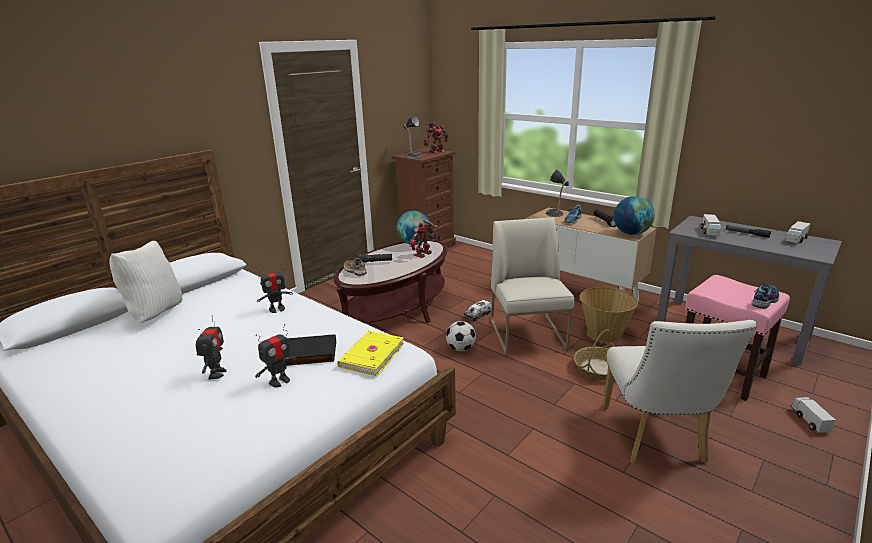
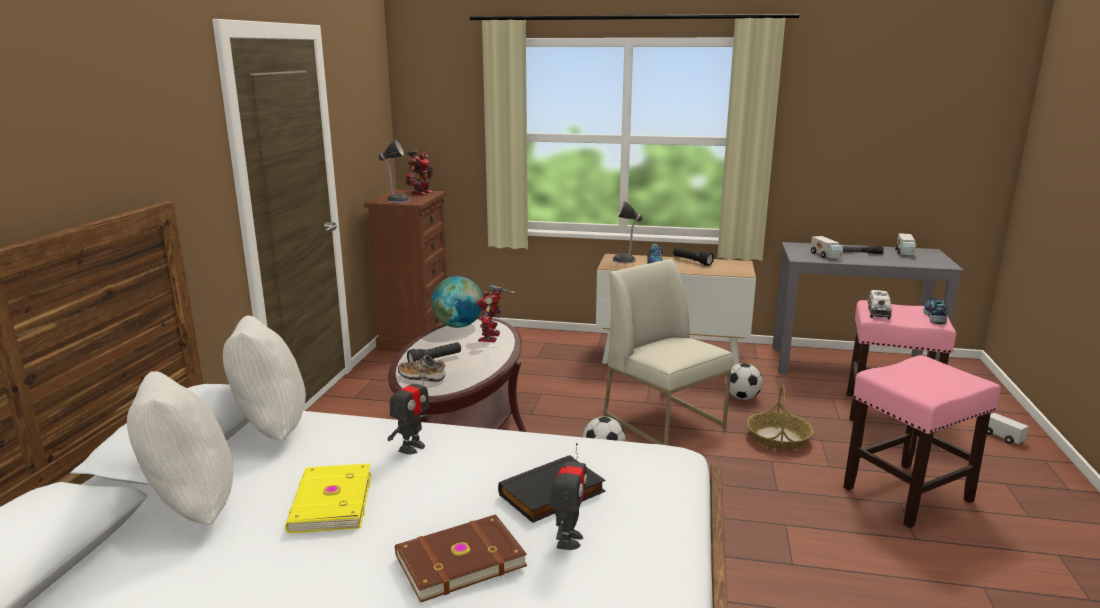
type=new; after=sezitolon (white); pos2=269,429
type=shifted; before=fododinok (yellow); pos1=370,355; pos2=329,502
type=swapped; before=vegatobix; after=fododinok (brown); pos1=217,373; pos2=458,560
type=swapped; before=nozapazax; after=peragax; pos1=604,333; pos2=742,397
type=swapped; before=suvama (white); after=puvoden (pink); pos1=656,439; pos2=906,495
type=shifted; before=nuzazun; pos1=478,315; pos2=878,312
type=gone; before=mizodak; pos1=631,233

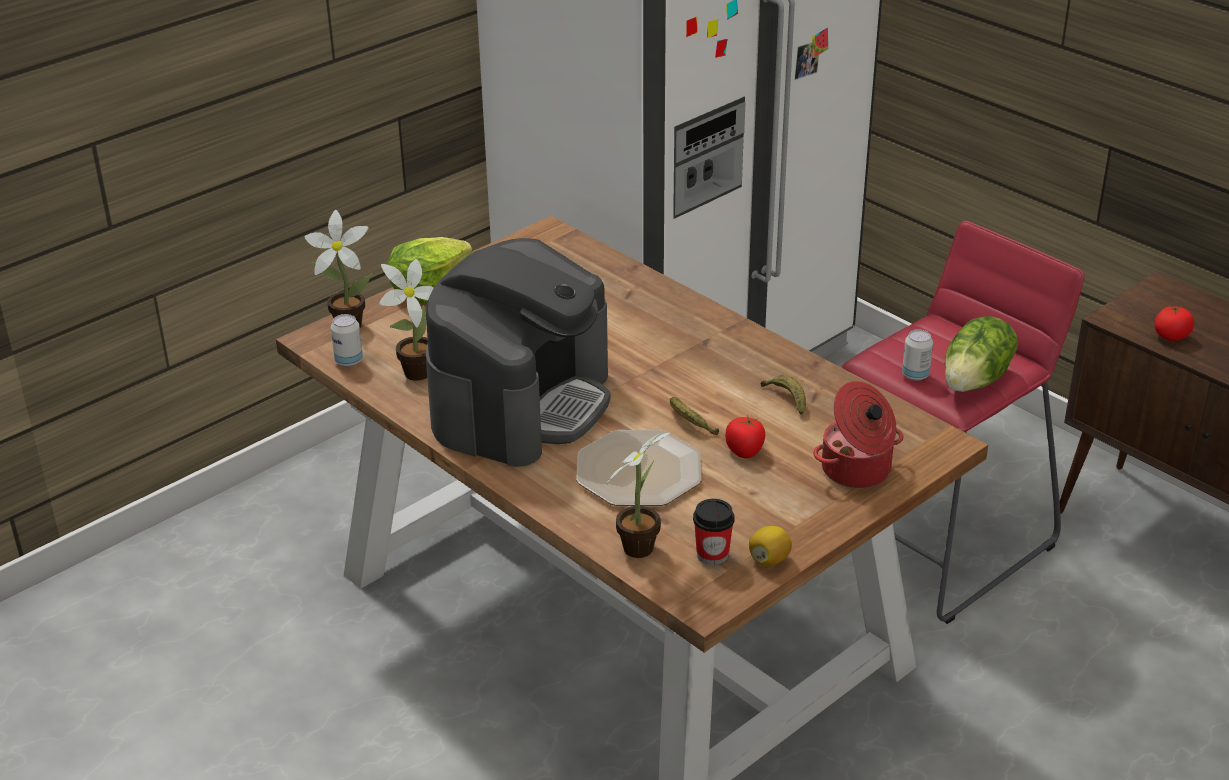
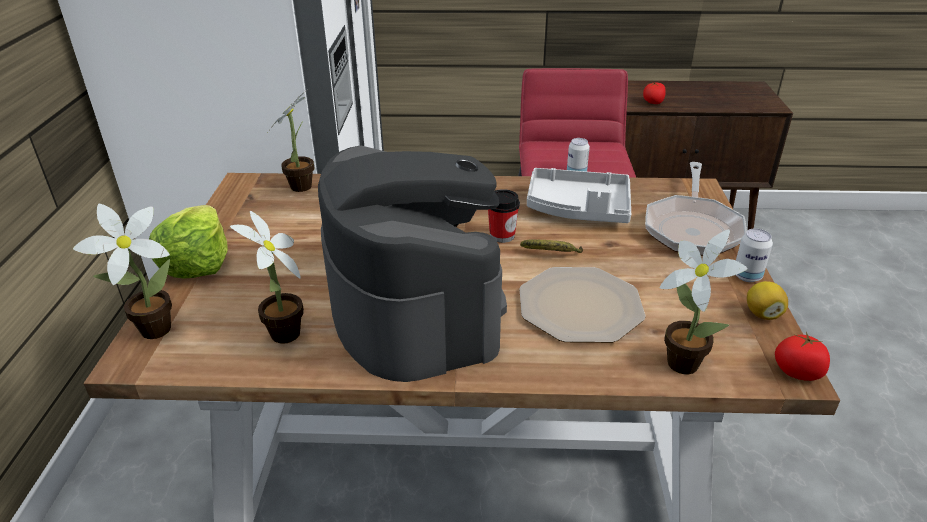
type=new; after=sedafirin; pos2=303,185
type=shifted; before=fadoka; pos1=712,555; pos2=502,236
type=swapped; before=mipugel; after=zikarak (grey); pos1=786,399; pos2=578,209
type=swapped; before=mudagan; after=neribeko; pos1=857,471; pos2=692,228
type=shifted; before=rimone; pos1=349,361; pos2=747,276
type=shifted; before=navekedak; pos1=744,451; pos2=797,372
type=gone; before=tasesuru; pos1=976,380

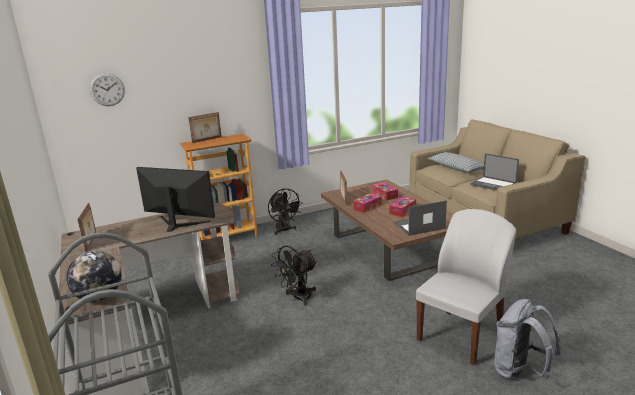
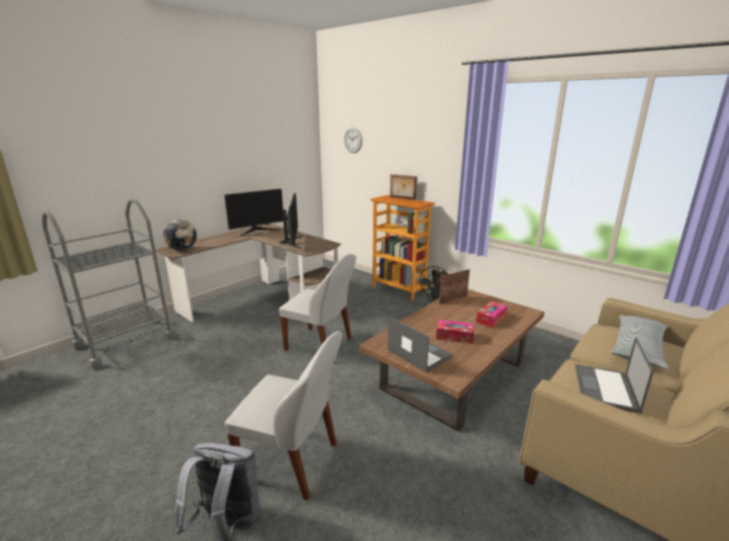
type=swapped; before=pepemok; after=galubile; pos1=91,242; pos2=256,231
type=swapped; before=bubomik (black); after=suvama (white); pos1=298,298; pos2=320,345
type=gone; before=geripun; pos1=367,207

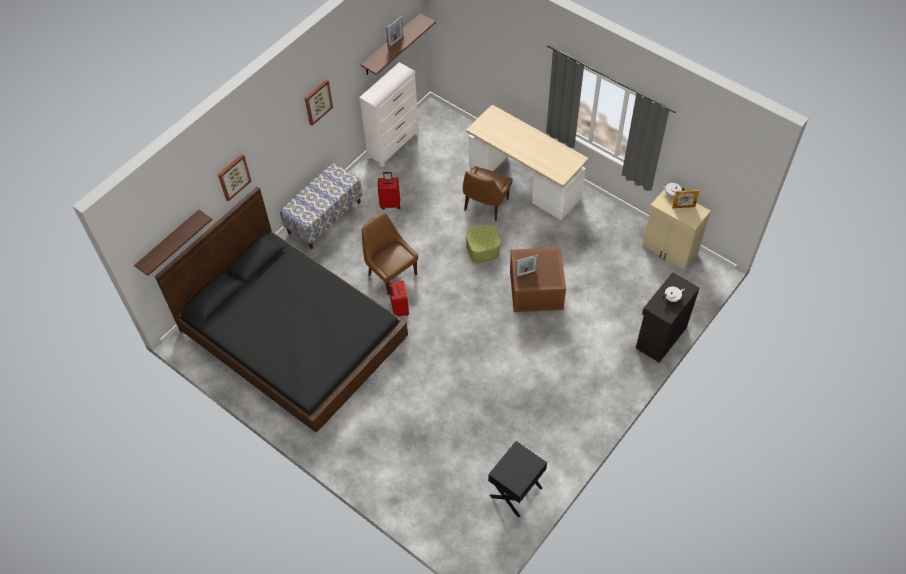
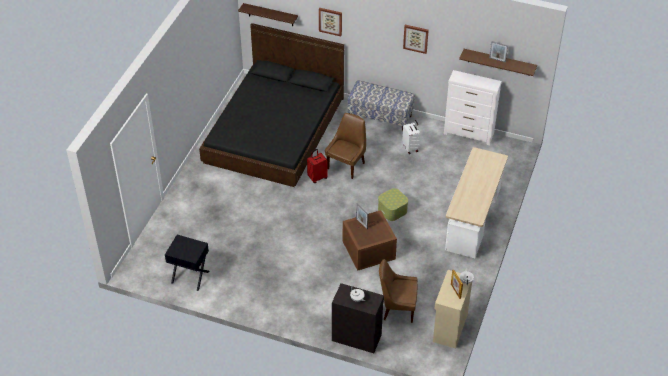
type=shifted; before=suvama (brown); pos1=485,205; pos2=397,308
type=repainted; before=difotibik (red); after=difotibik (white); pos1=390,203; pos2=410,148

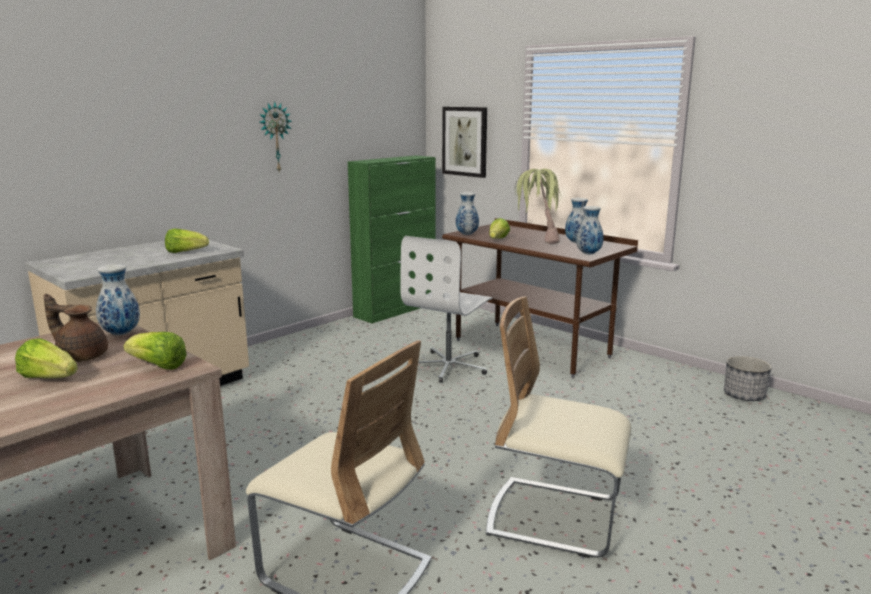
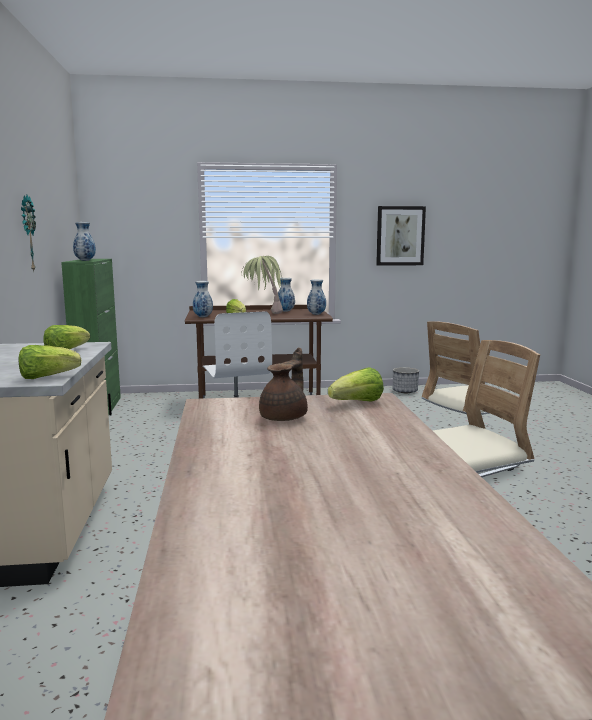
type=shifted; before=tasesuru; pos1=49,378; pos2=47,377
type=shifted; before=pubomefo; pos1=121,333; pos2=84,260
type=rotated; before=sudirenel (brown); pos1=81,356; pos2=285,417; turn=150
type=shifted; before=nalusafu; pos1=465,141; pos2=400,236

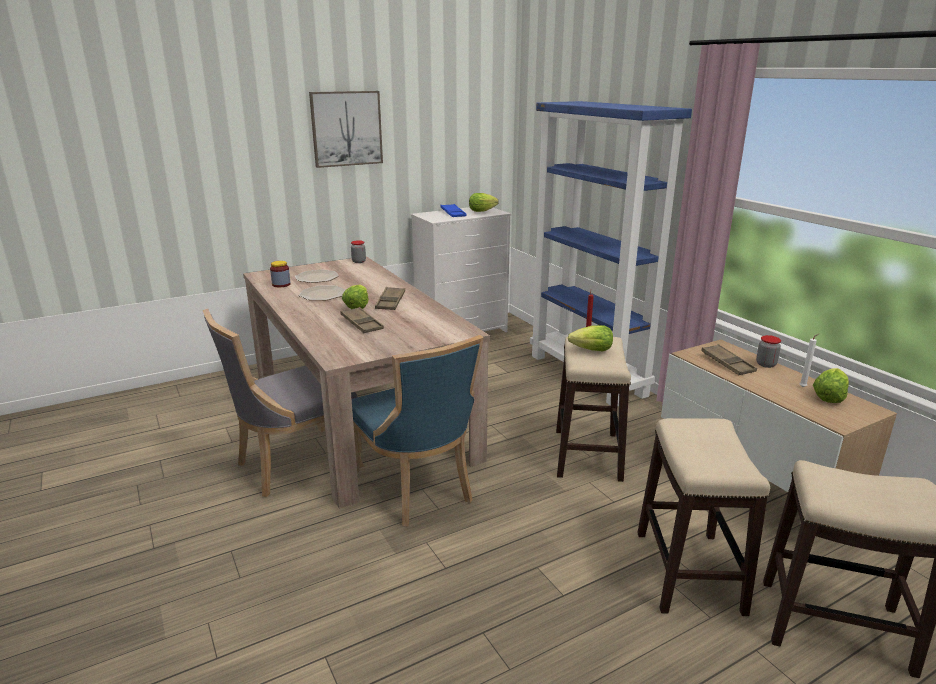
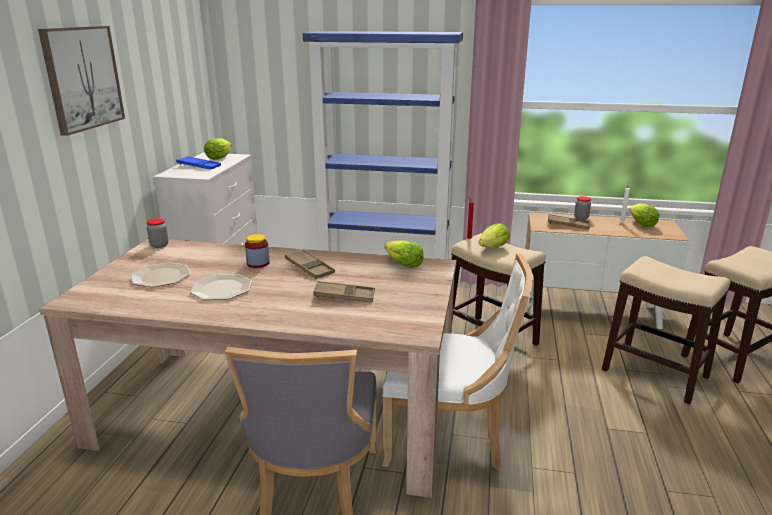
type=shifted; before=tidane; pos1=281,284; pos2=258,263
type=repainted; before=suvama (blue); after=suvama (white); pos1=416,489; pos2=449,437
type=shifted; before=tasesuru; pos1=357,306; pos2=403,264

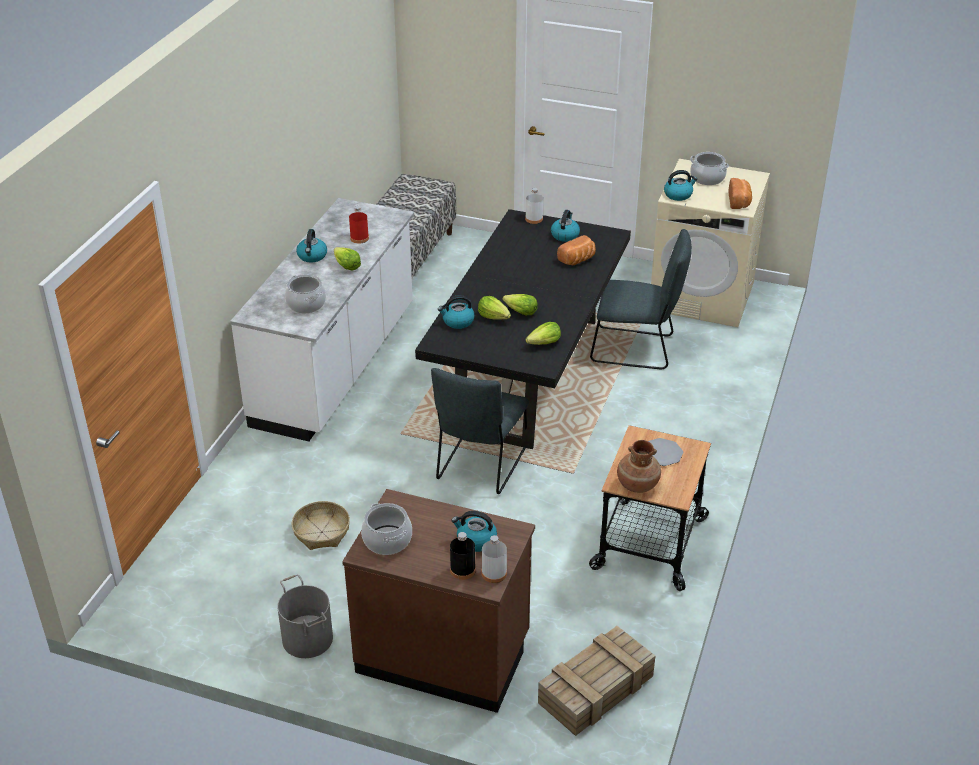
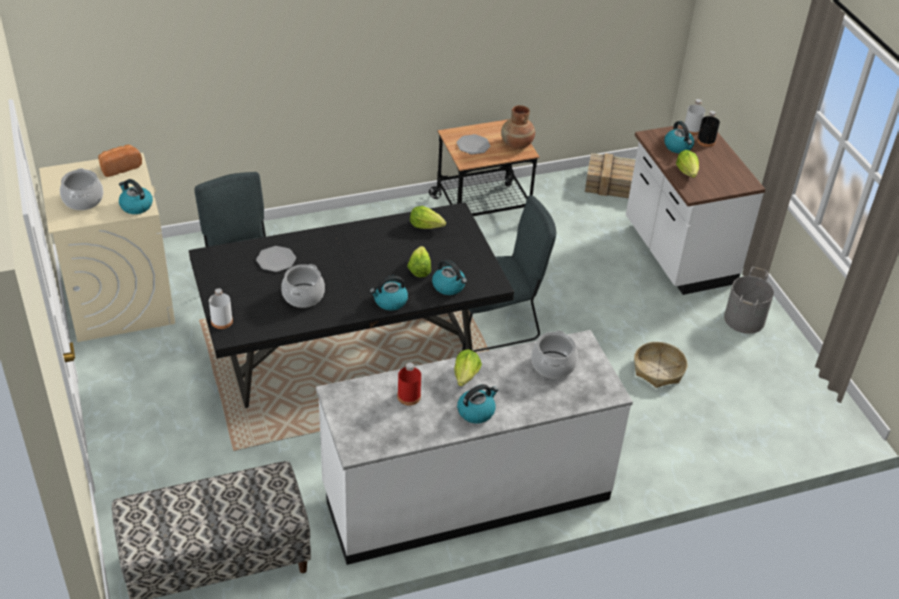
type=swapped; before=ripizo; after=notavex; pos1=578,260; pos2=276,260
type=shifted; before=mudagan; pos1=387,540; pos2=303,296
type=shifted; before=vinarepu; pos1=565,235; pos2=390,301
type=repainted; before=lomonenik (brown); after=lomonenik (white); pos1=443,654; pos2=677,254
type=shifted; before=tasesuru; pos1=520,312; pos2=687,172

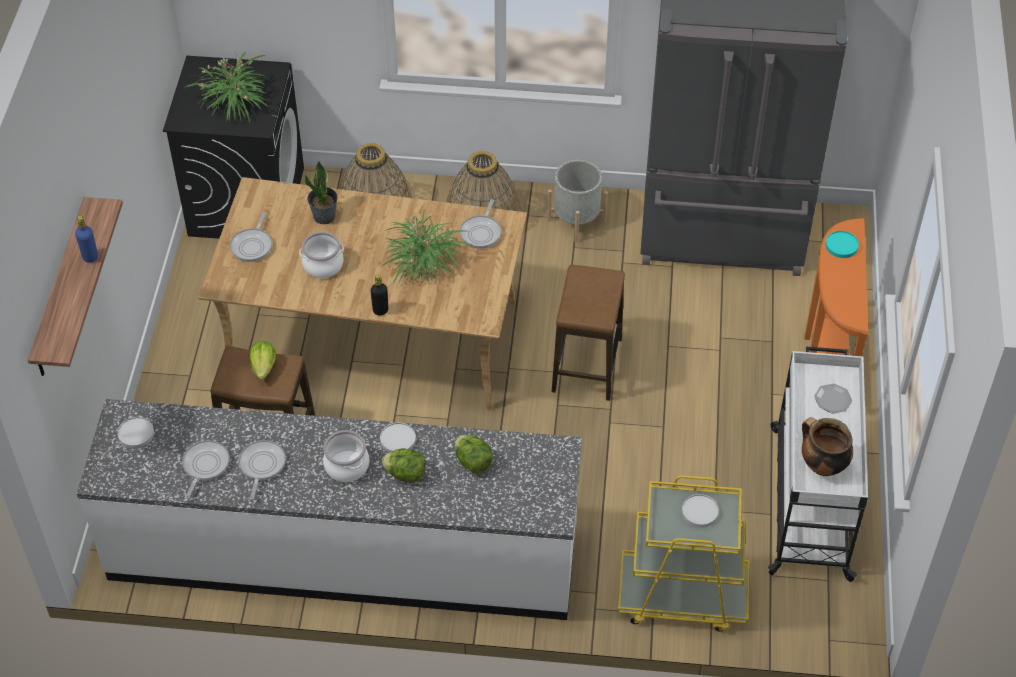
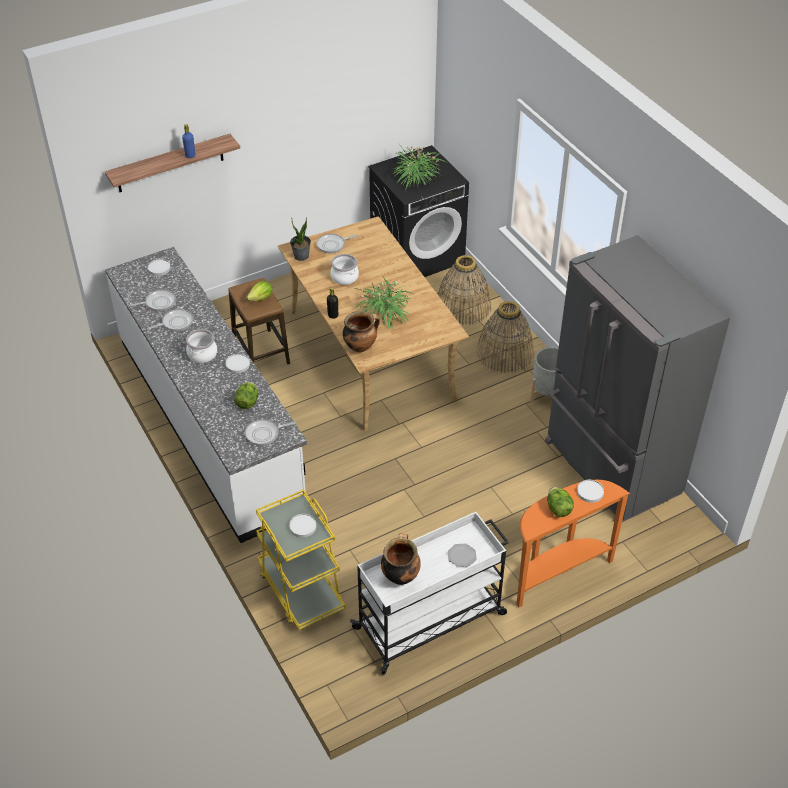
type=shifted; before=neribeko; pos1=481,232; pos2=264,434
type=shifted; before=sedafirin; pos1=324,216; pos2=301,256
type=new; after=mudagan; pos2=360,346
type=shifted; before=tasesuru; pos1=405,474; pos2=558,509
type=repainted; before=notavex (turquoise); after=notavex (white); pos1=841,246; pos2=590,492
type=gone; before=puvoden; pos1=587,365

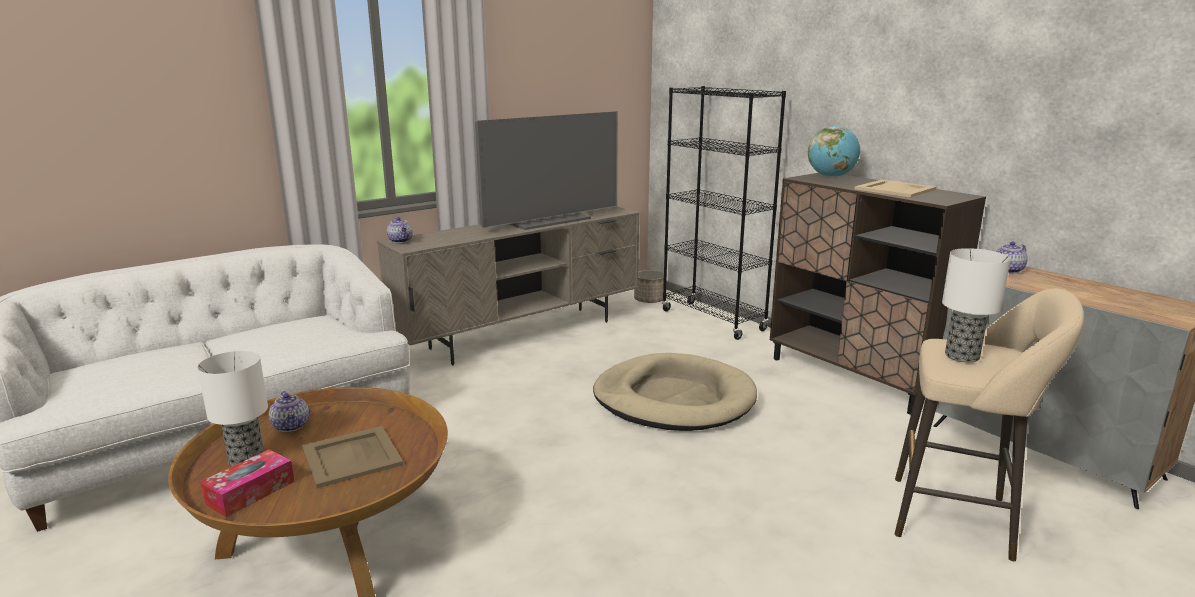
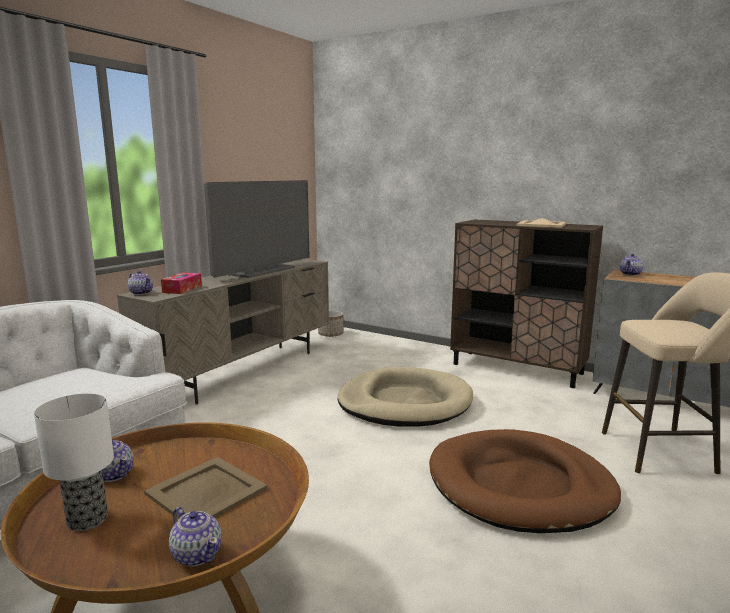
type=shifted; before=geripun; pos1=250,492; pos2=182,289
type=new; after=sudirenel; pos2=197,554
type=new; after=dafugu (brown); pos2=520,486
type=gone; before=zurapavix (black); pos1=713,320
type=gone; before=mizodak; pos1=831,177
type=gone; before=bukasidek; pos1=962,356

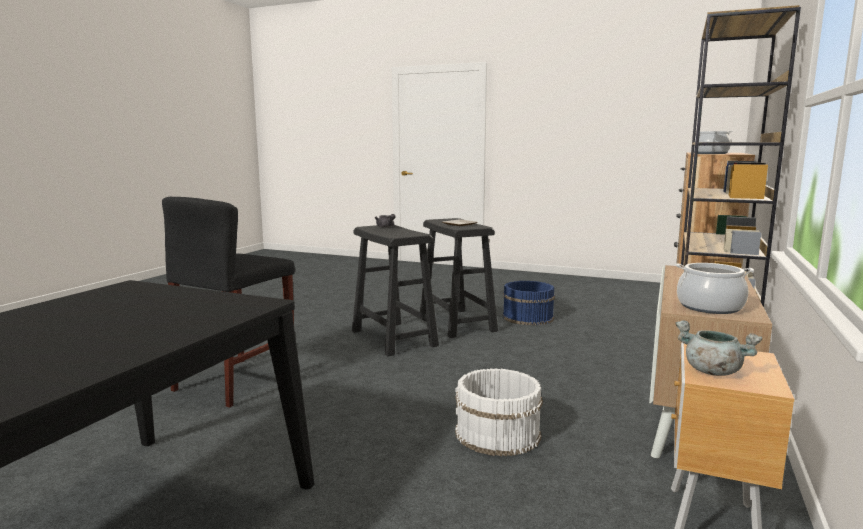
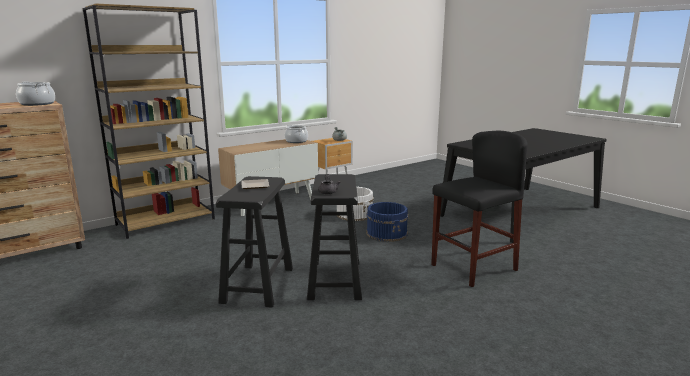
type=shifted; before=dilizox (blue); pos1=527,317; pos2=387,233

